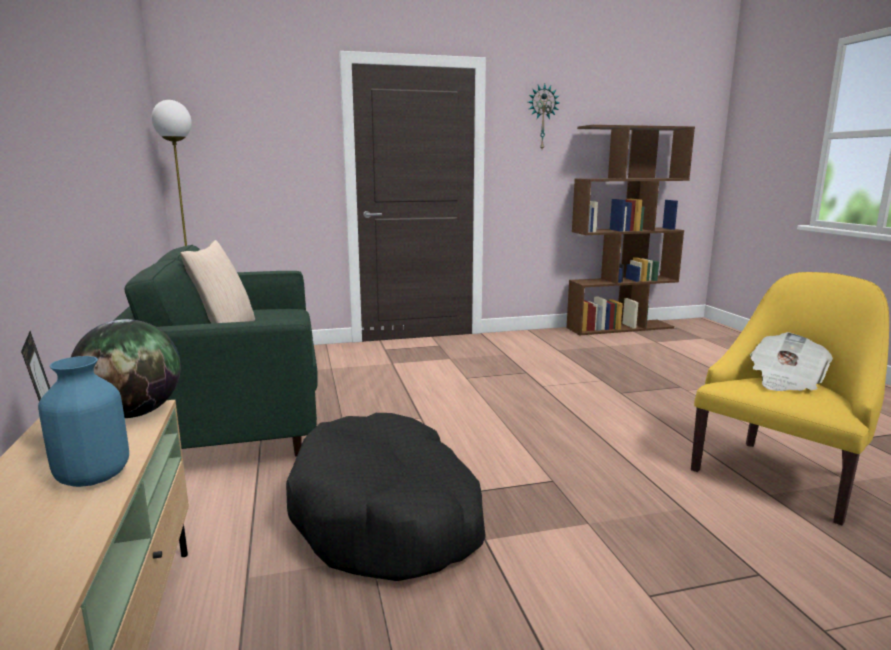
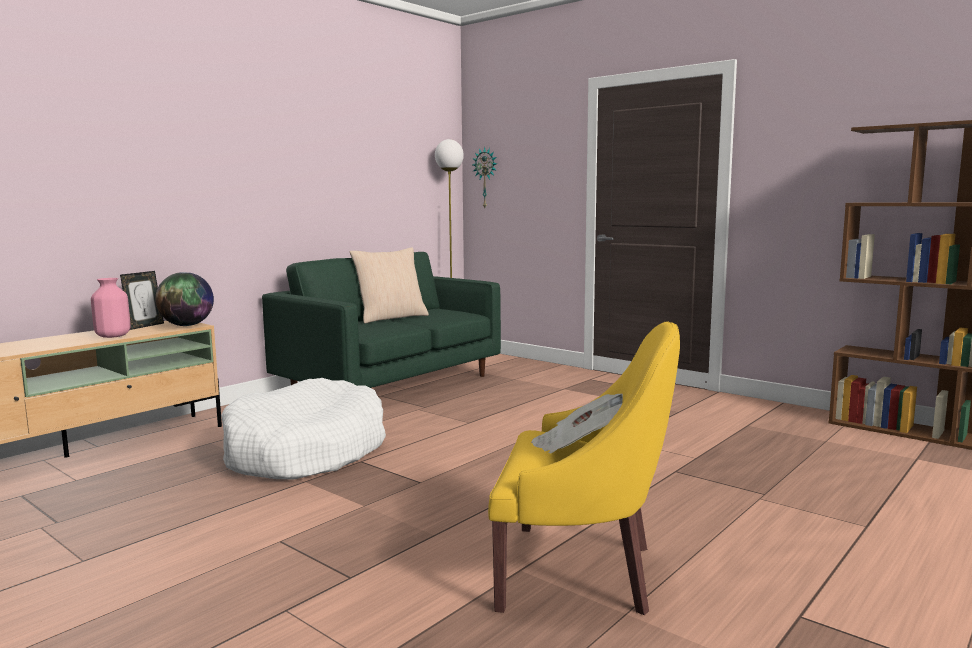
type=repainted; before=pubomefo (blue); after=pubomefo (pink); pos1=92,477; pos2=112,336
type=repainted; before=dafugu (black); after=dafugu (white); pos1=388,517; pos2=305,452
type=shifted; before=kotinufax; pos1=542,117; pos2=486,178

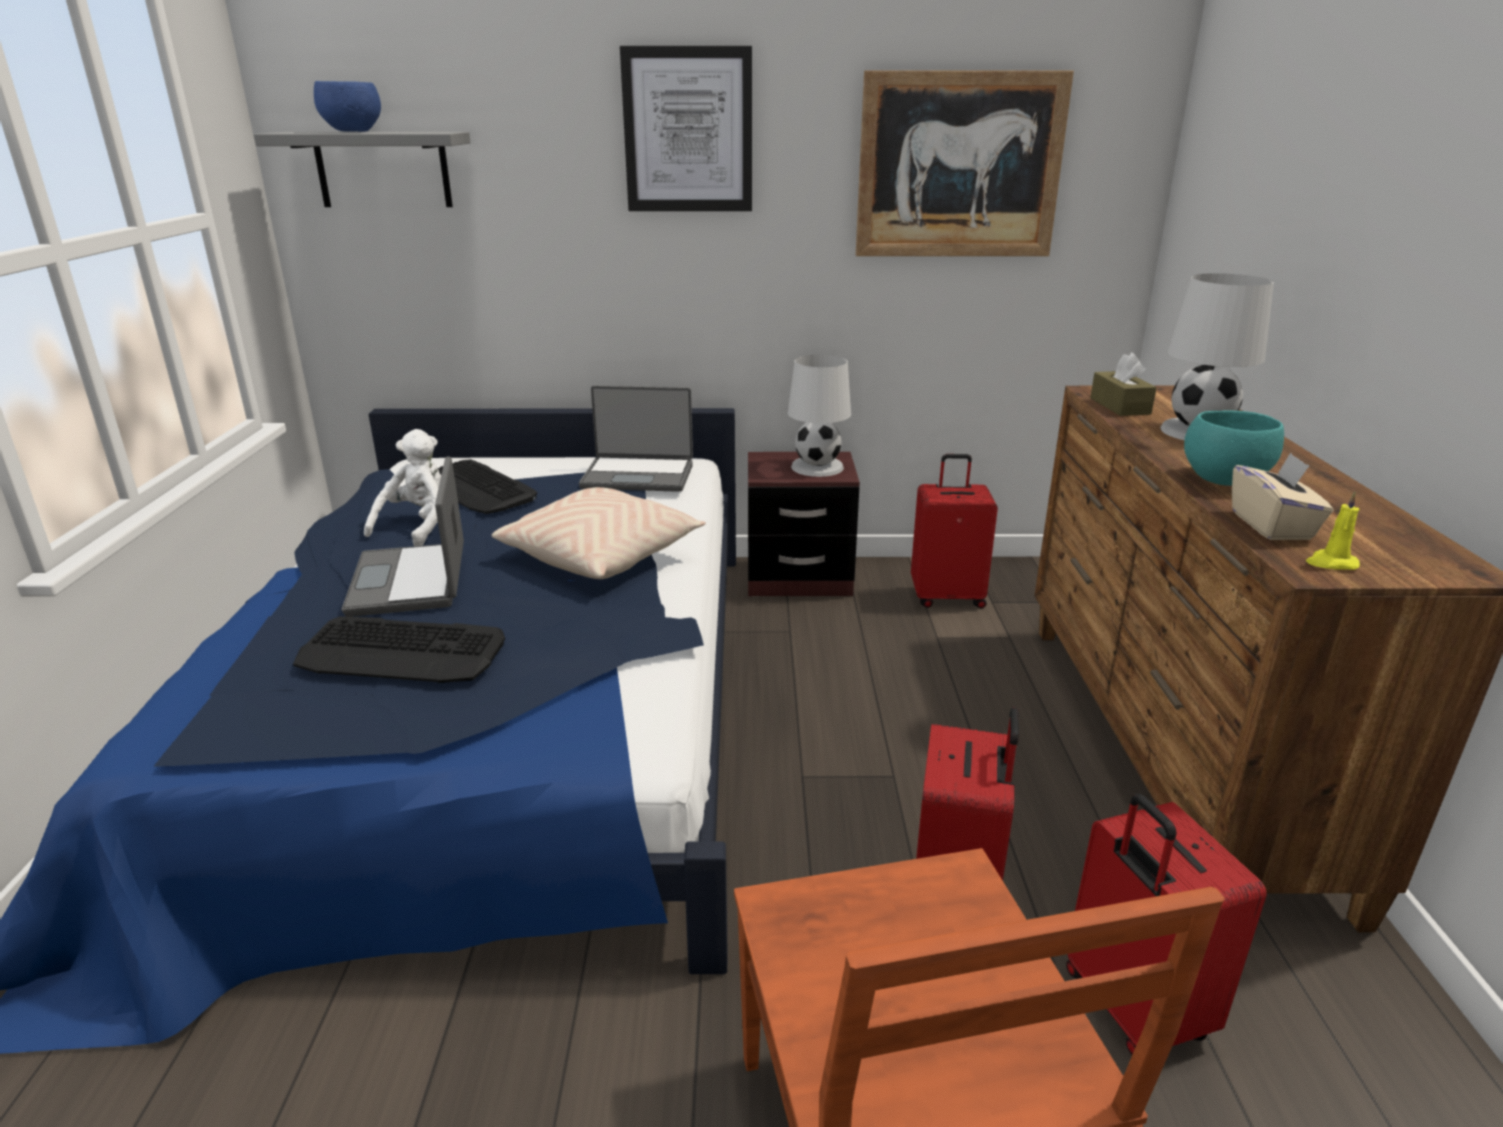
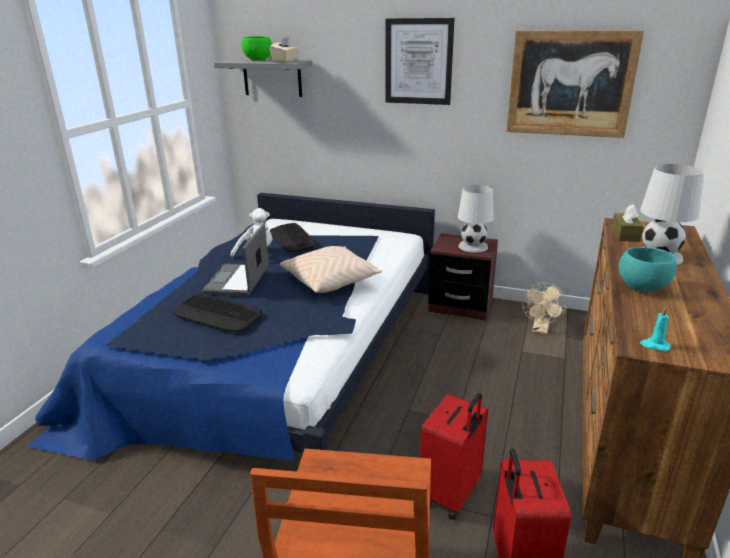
type=repainted; before=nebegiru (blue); after=nebegiru (green); pos1=354,131; pos2=259,60
type=shifted; before=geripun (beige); pos1=1272,526; pos2=285,61
type=swapped; before=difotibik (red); after=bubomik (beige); pos1=947,597; pos2=540,329
type=repainted; before=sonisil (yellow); after=sonisil (turquoise); pos1=1331,563; pos2=654,345
type=gone; before=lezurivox; pos1=638,475

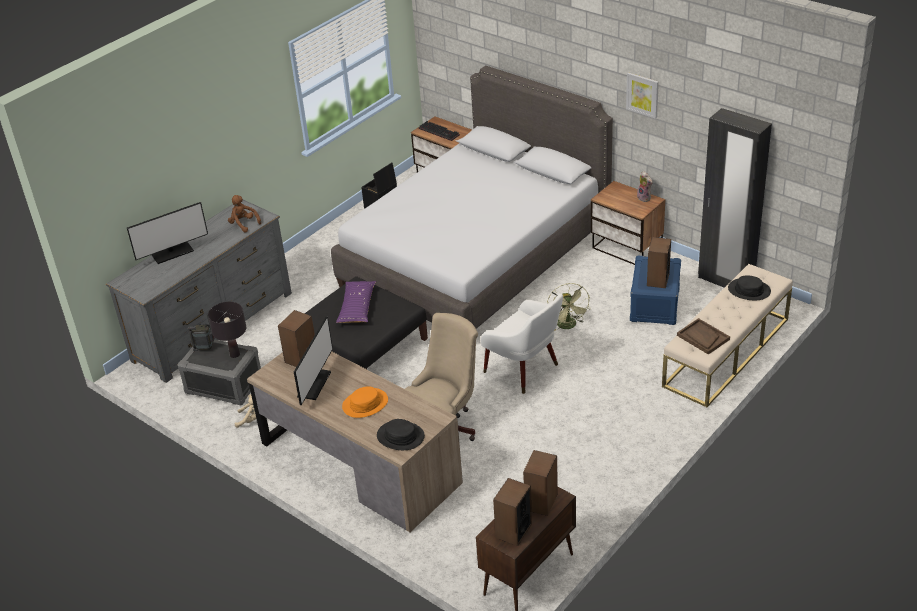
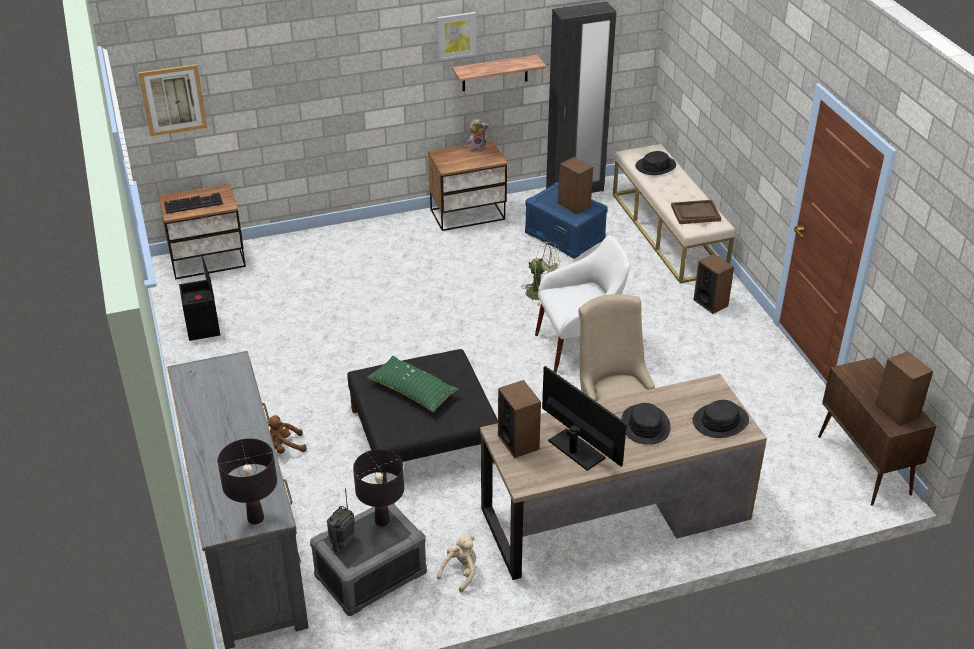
type=new; after=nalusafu; pos2=173,100
type=new; after=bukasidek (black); pos2=256,518
type=shifted; before=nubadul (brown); pos1=243,224; pos2=285,447
type=repainted; before=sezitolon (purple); after=sezitolon (green); pos1=357,307; pos2=412,391
type=new; after=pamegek; pos2=495,73
type=repainted; before=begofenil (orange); after=begofenil (black); pos1=365,403; pos2=645,425
type=shifted; before=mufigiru; pos1=541,501; pos2=710,303
type=gone; before=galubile; pos1=172,253
type=gone; before=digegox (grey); pos1=475,257

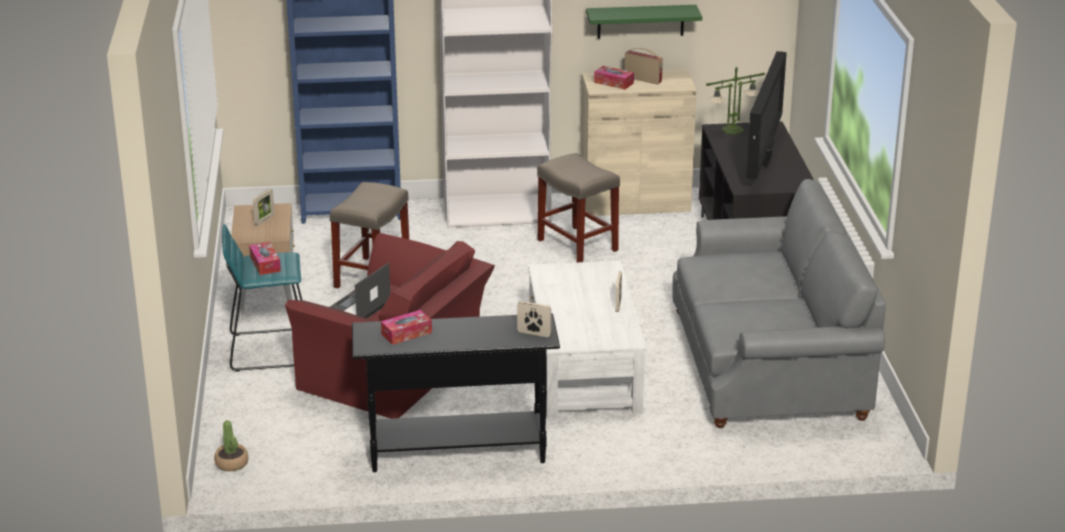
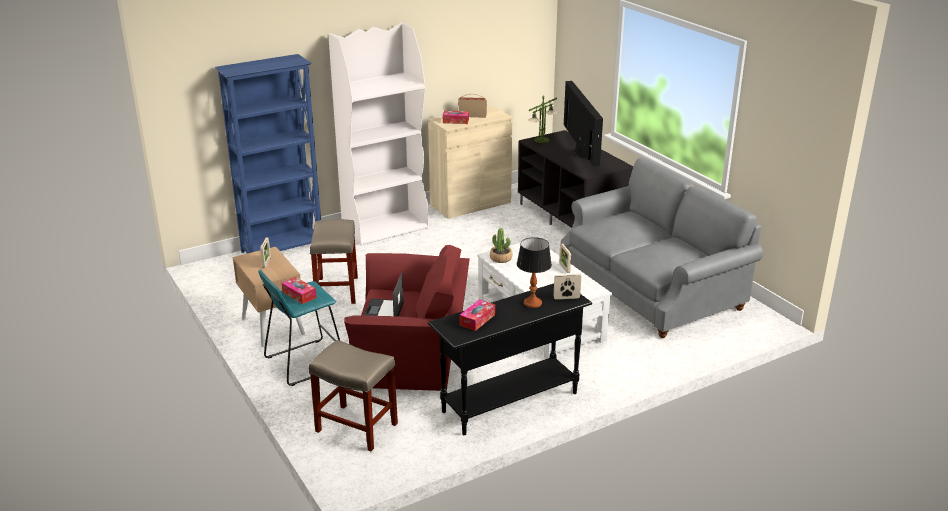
type=shifted; before=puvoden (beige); pos1=576,245; pos2=355,427
type=shifted; before=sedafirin; pos1=232,463; pos2=501,258
type=new; after=bukasidek; pos2=533,303
type=gone; before=pamegek (green); pos1=640,21

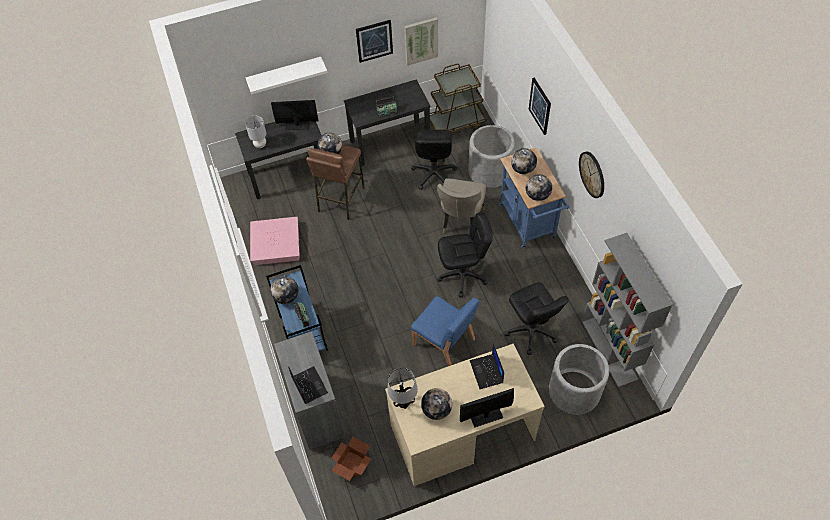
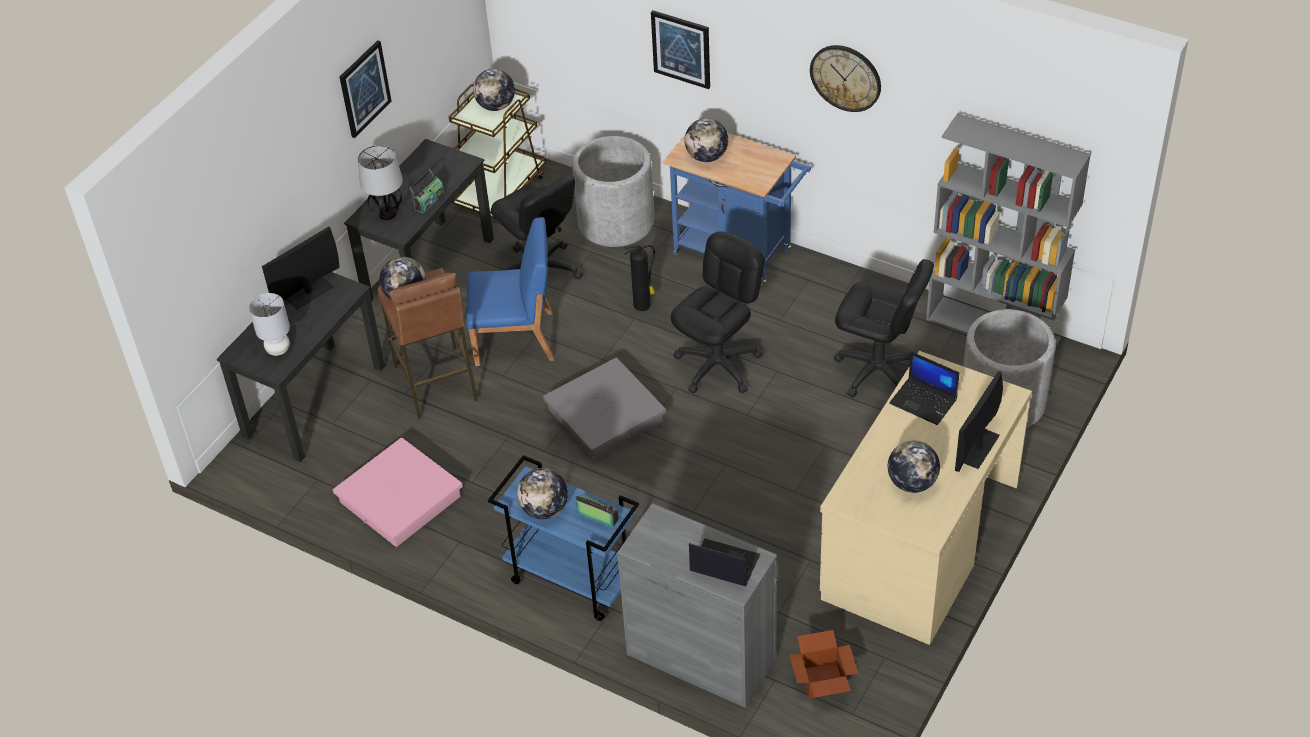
type=shifted; before=bukasidek; pos1=404,402; pos2=388,214
type=shifted; before=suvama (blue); pos1=444,342; pos2=516,339
type=shifted; before=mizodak; pos1=537,195; pos2=496,106
type=new; after=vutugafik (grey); pos2=605,415
type=swapped; before=suvama (beige); after=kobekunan; pos1=460,221; pos2=643,305
type=gone; before=pamegek (white); pos1=285,74
type=gone; before=nalusafu; pos1=421,41

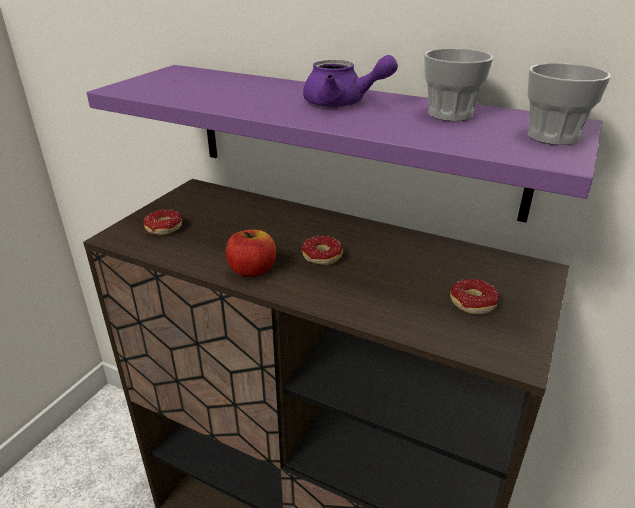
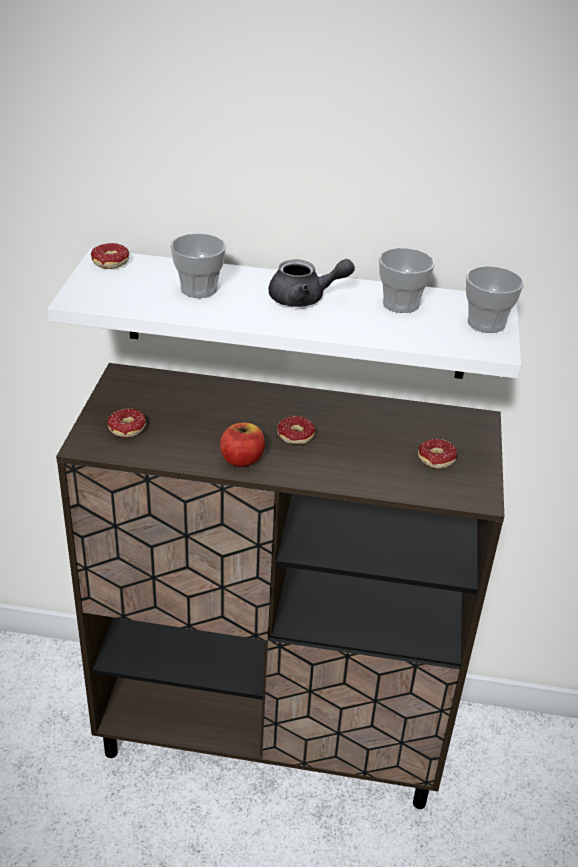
type=repainted; before=pamegek (purple); after=pamegek (white); pos1=351,138; pos2=296,315
type=new; after=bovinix; pos2=113,265
type=new; after=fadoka; pos2=198,289
type=repainted; before=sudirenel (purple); after=sudirenel (grey); pos1=342,103; pos2=305,298

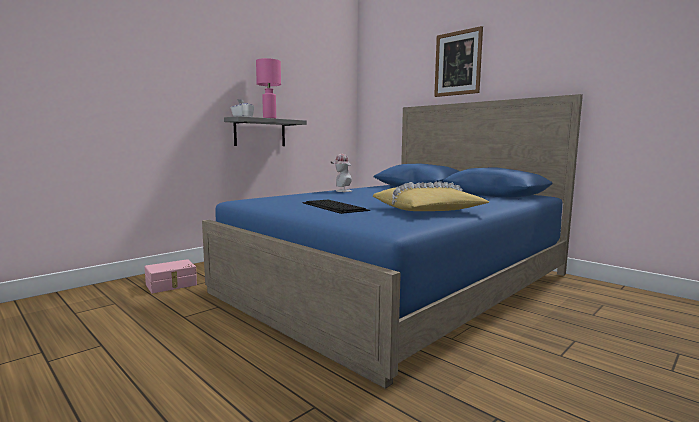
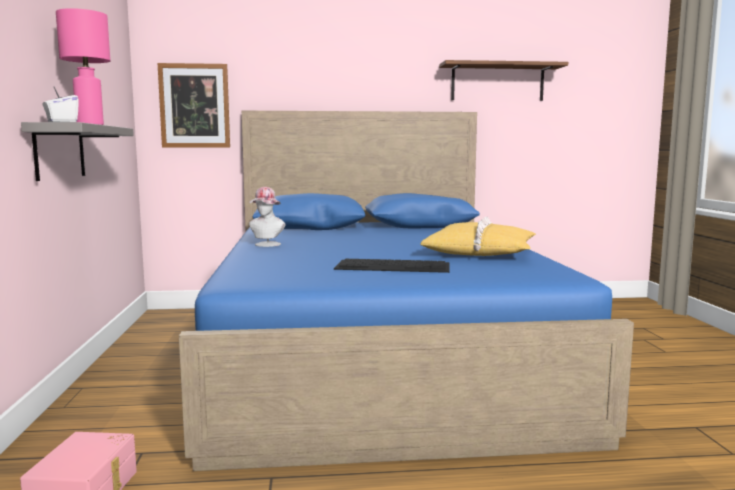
type=shifted; before=nalusafu; pos1=458,63; pos2=194,106
type=new; after=pamegek; pos2=497,82

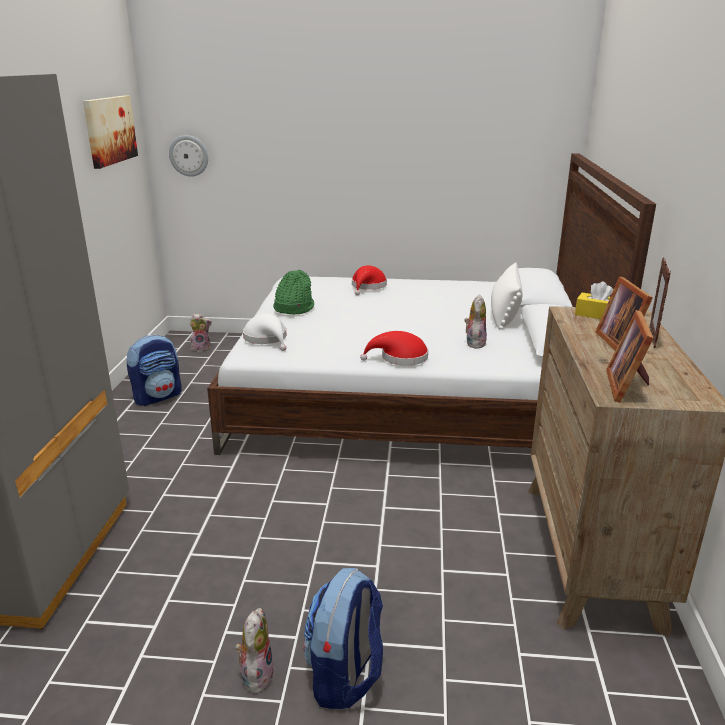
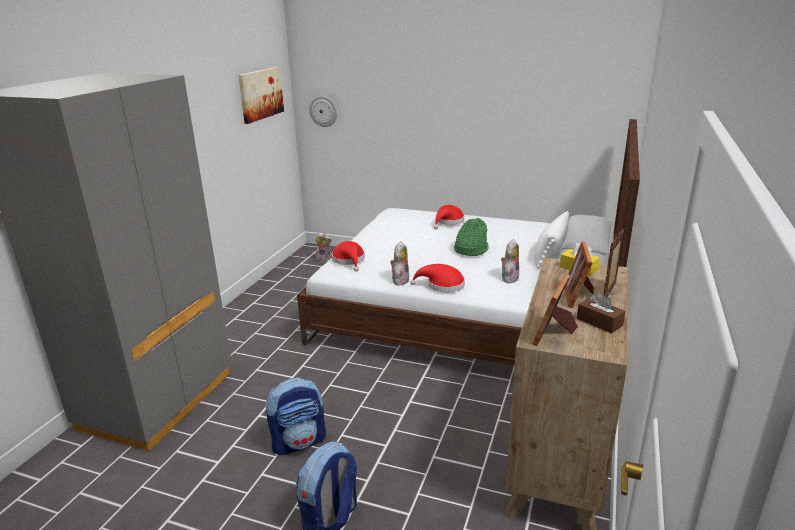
type=shifted; before=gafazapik; pos1=158,396; pos2=299,442
type=repainted; before=begofenil (white); after=begofenil (red); pos1=267,339; pos2=349,260
type=shifted; before=nubadul; pos1=256,674; pos2=399,280
type=shifted; before=begofenil (green); pos1=293,308; pos2=470,249
type=new; after=geripun (brown); pos2=599,322

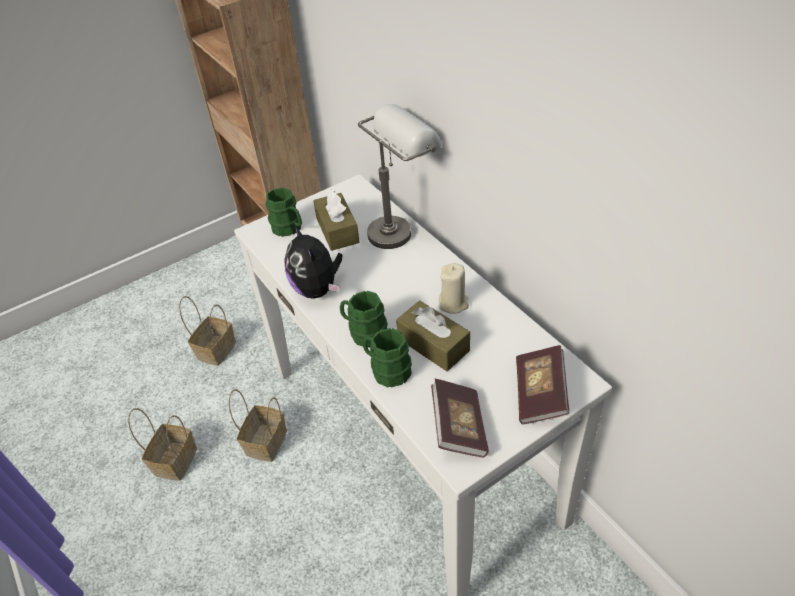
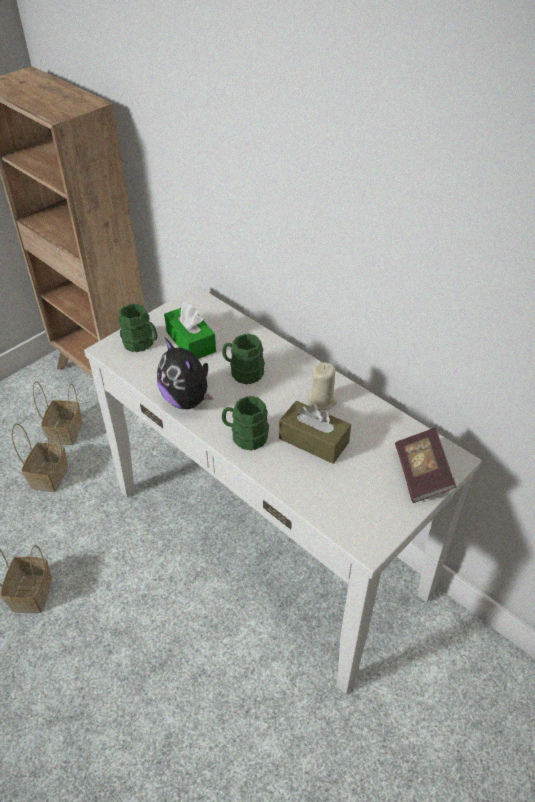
type=shifted; before=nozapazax; pos1=266,444; pos2=66,433
type=repainted; before=geripun (brown); after=geripun (green); pos1=337,230; pos2=191,342
type=shifted; before=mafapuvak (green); pos1=387,370; pos2=243,372
type=gone; before=bukasidek (grey); pos1=401,227
type=gone; before=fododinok; pos1=458,427

